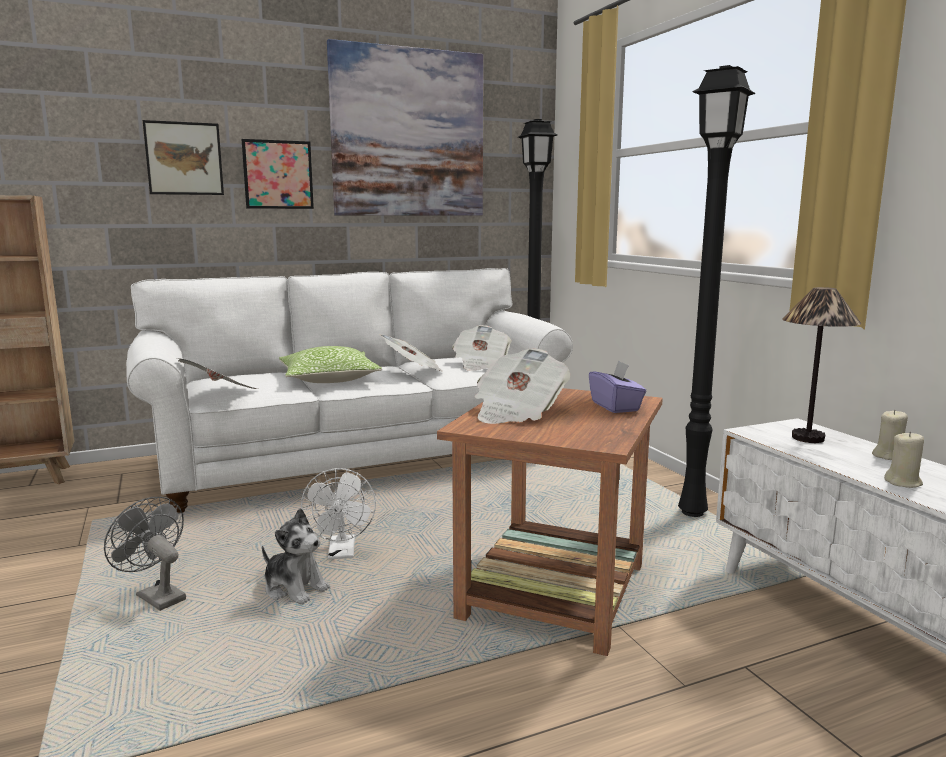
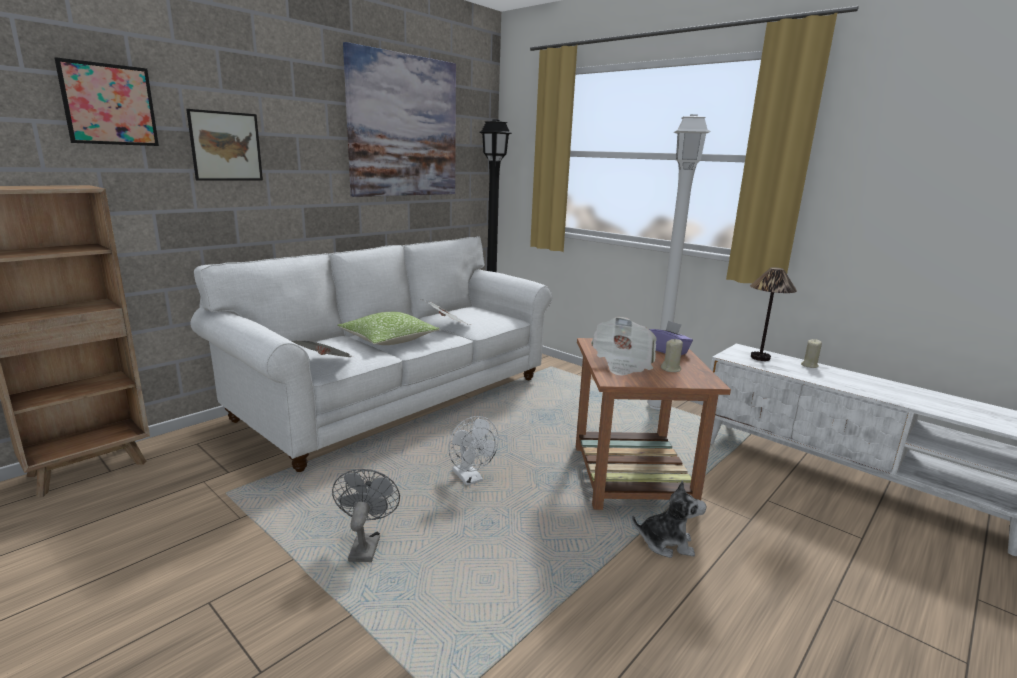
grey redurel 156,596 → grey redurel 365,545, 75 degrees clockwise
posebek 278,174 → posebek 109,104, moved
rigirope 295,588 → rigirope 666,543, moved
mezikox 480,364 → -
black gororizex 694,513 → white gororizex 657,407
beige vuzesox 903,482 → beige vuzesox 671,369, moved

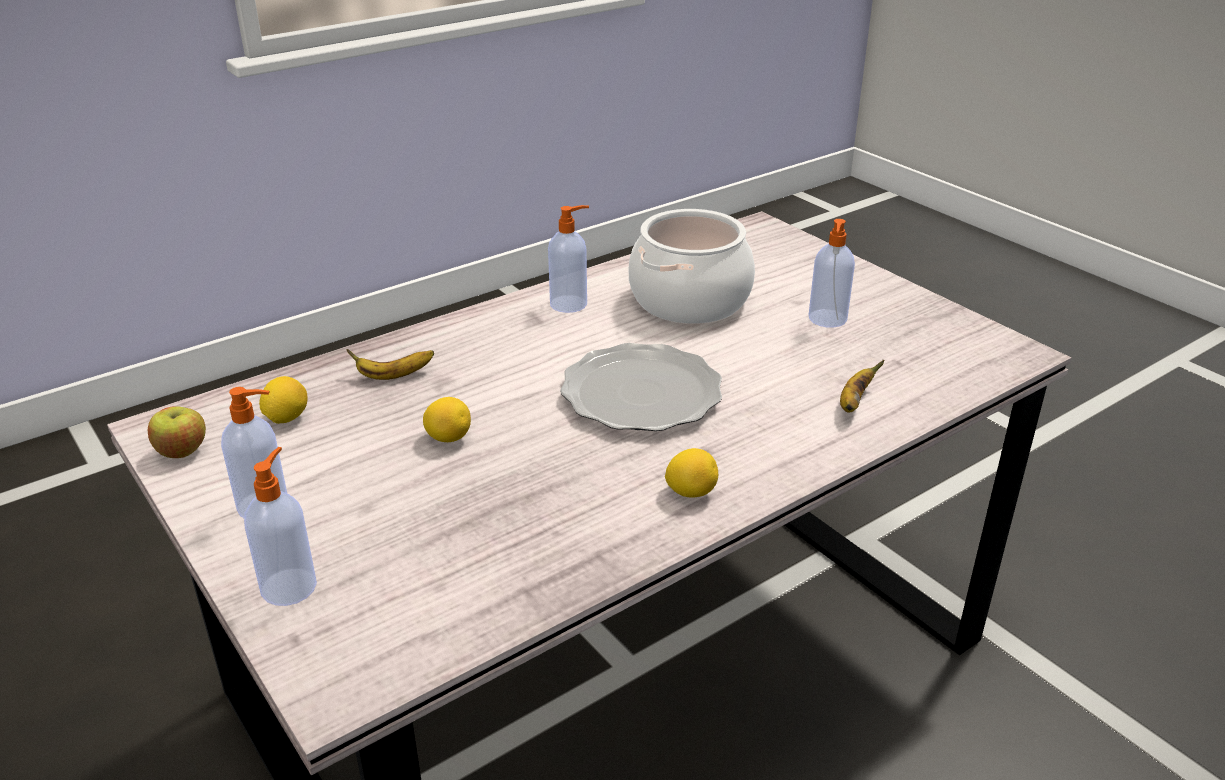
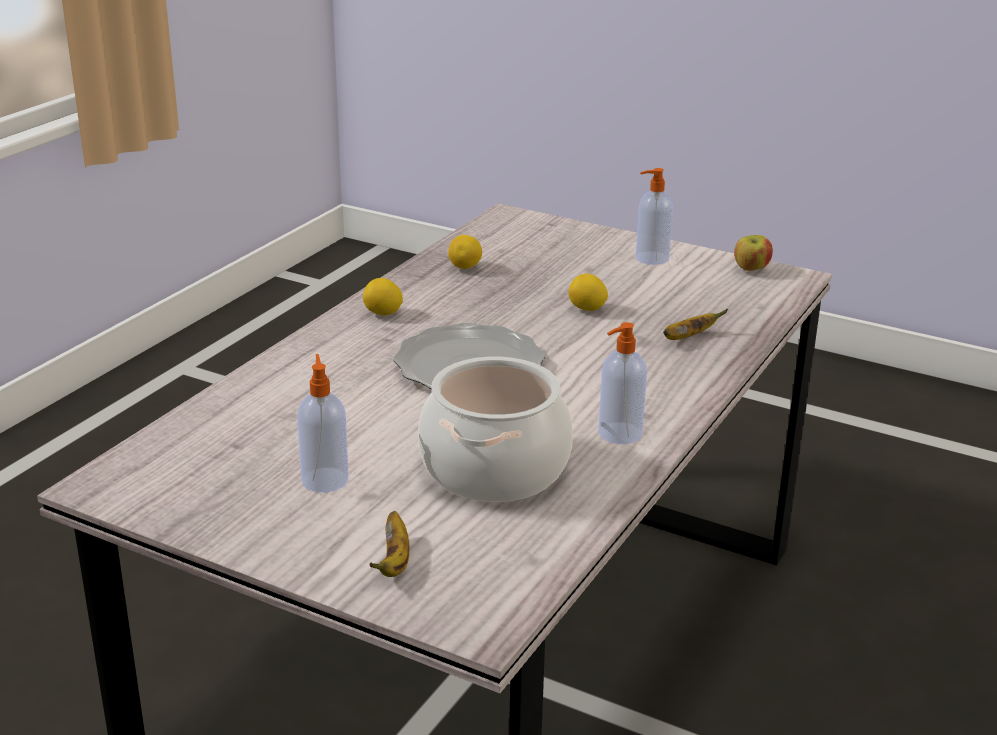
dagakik 290,586 → -
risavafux 286,418 → risavafux 465,267, moved
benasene 854,402 → benasene 394,561, moved

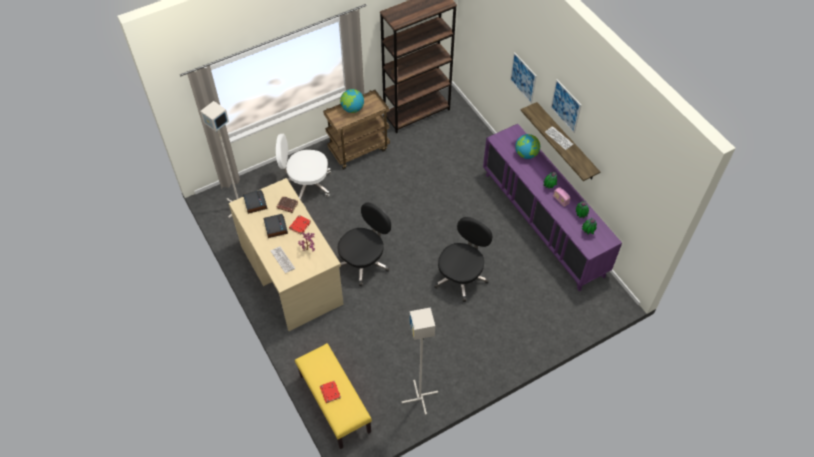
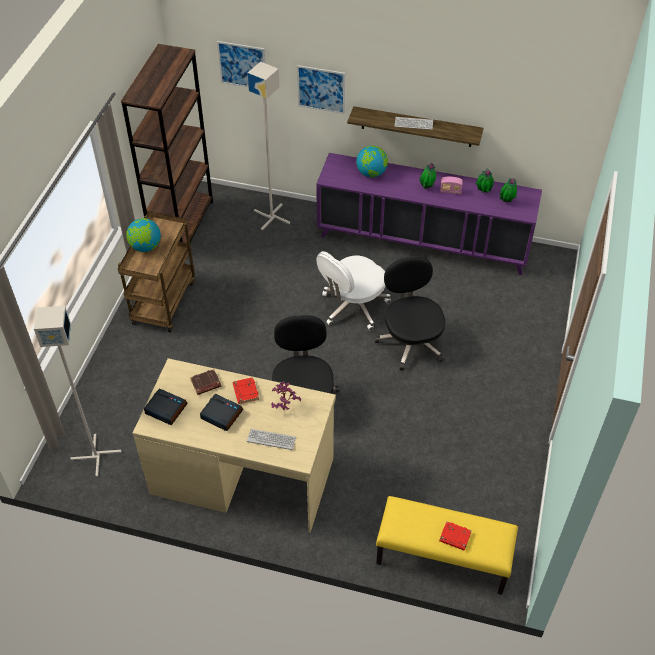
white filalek 306,184 → white filalek 353,307, moved
grey gororizex 420,397 → grey gororizex 272,217, moved
posebek 565,106 → posebek 242,65, moved

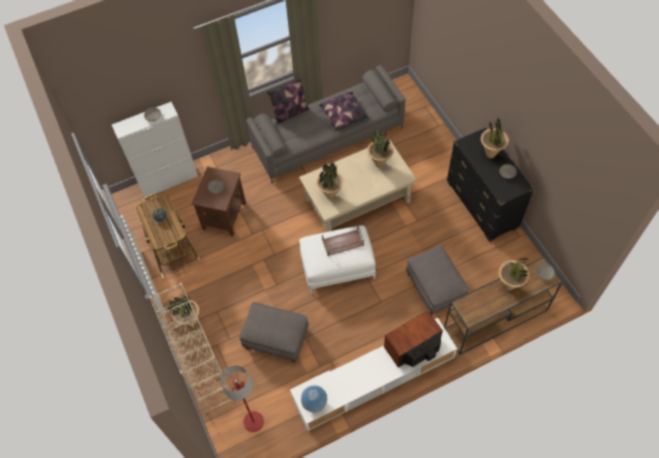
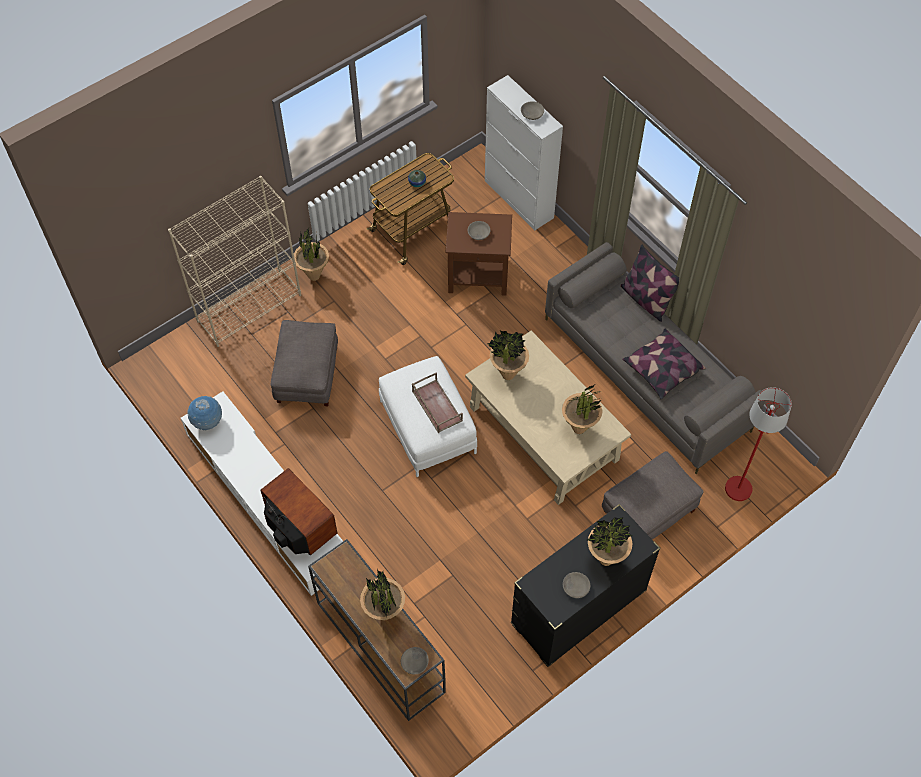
red gororizex 253,421 → red gororizex 738,488, moved
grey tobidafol 434,287 → grey tobidafol 648,510, moved

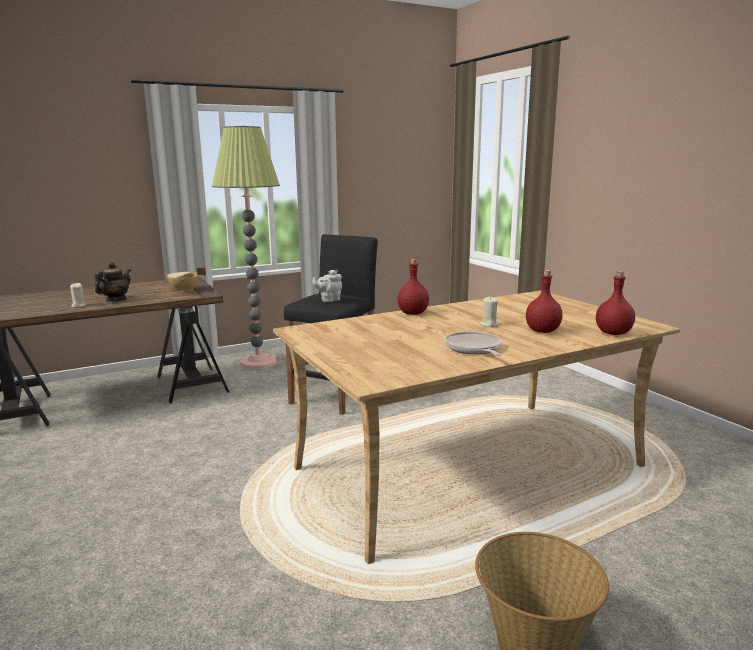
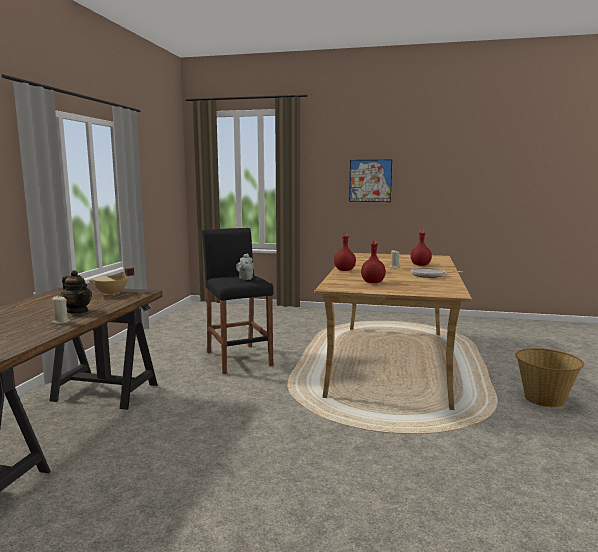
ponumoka 116,300 → ponumoka 77,311, 150 degrees clockwise
gororizex 258,363 → -
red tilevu 614,333 → red tilevu 373,282, moved
- → posebek 370,181

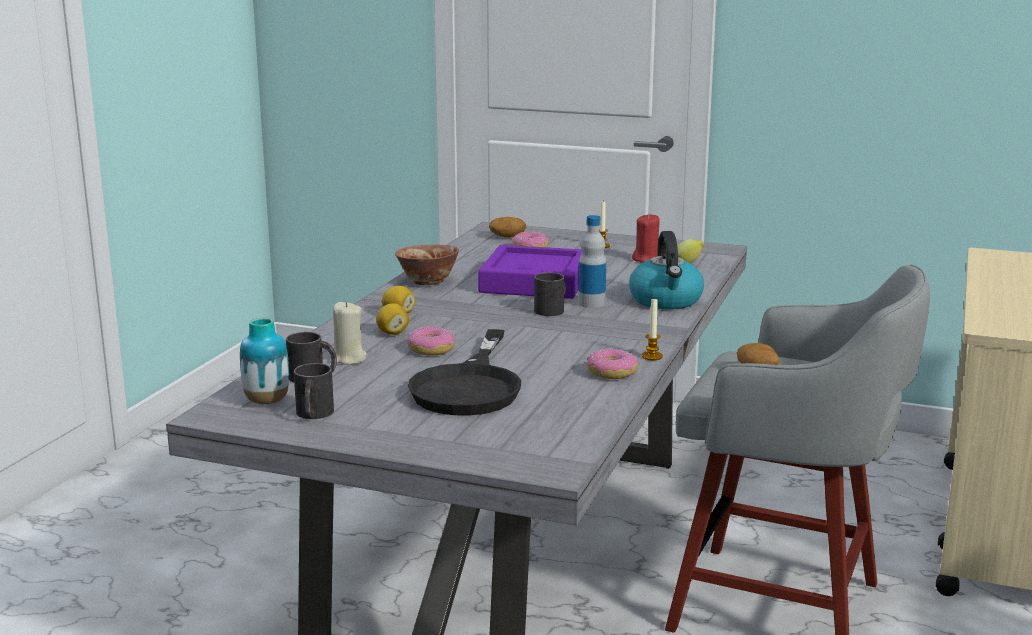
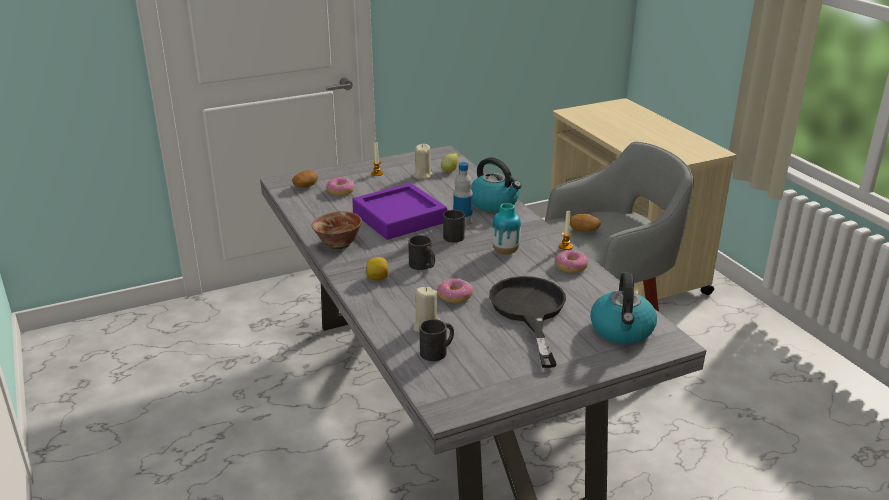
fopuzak 267,401 → fopuzak 505,252, moved
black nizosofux 313,415 → black nizosofux 423,266, moved
risavafux 392,333 → -
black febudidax 470,386 → black febudidax 529,311, 150 degrees counterclockwise
red vuzesox 646,259 → beige vuzesox 422,175
- → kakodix 622,330

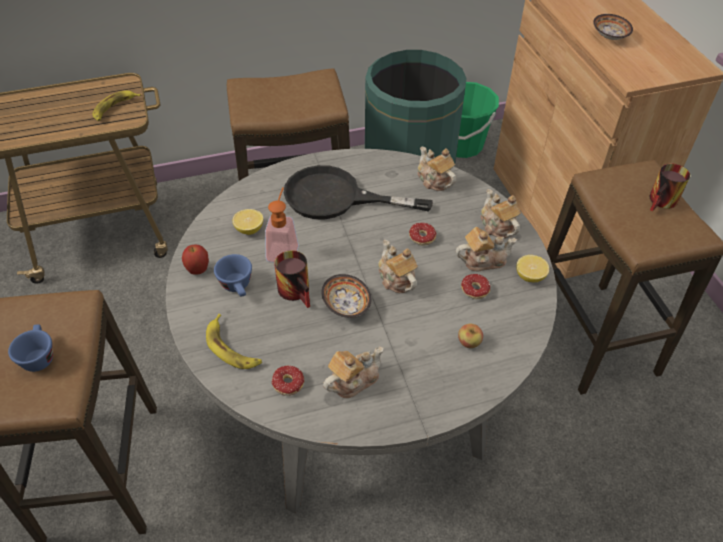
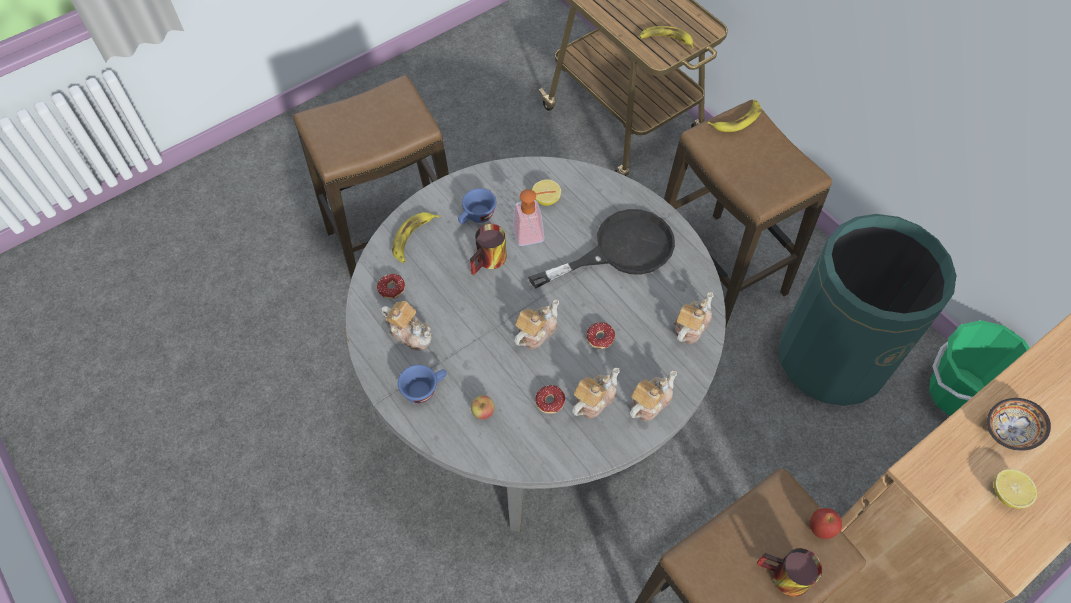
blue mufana 38,356 → blue mufana 424,389, moved
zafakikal 198,270 → zafakikal 819,529, moved
black febudidax 336,198 → black febudidax 620,250, 75 degrees clockwise
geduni 346,306 → -
ponumoka 483,260 → ponumoka 593,400, 105 degrees counterclockwise
risavafux 530,276 → risavafux 1007,494, moved
- → benasene 737,119

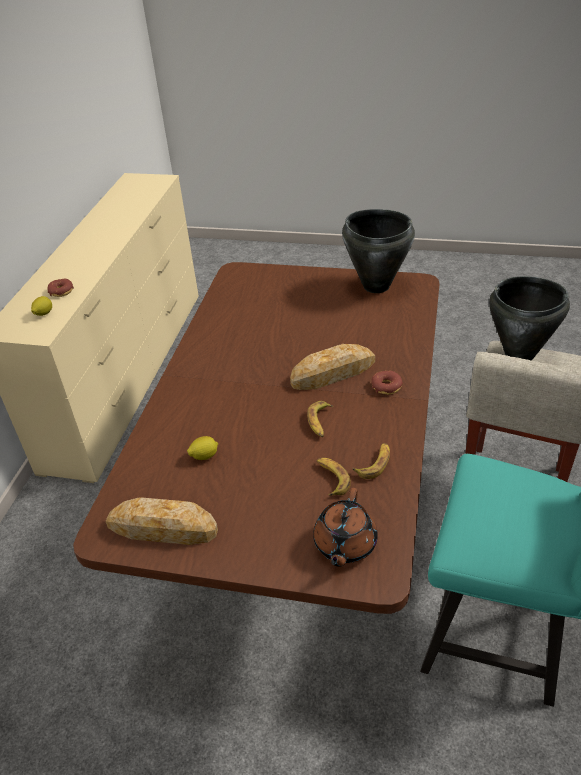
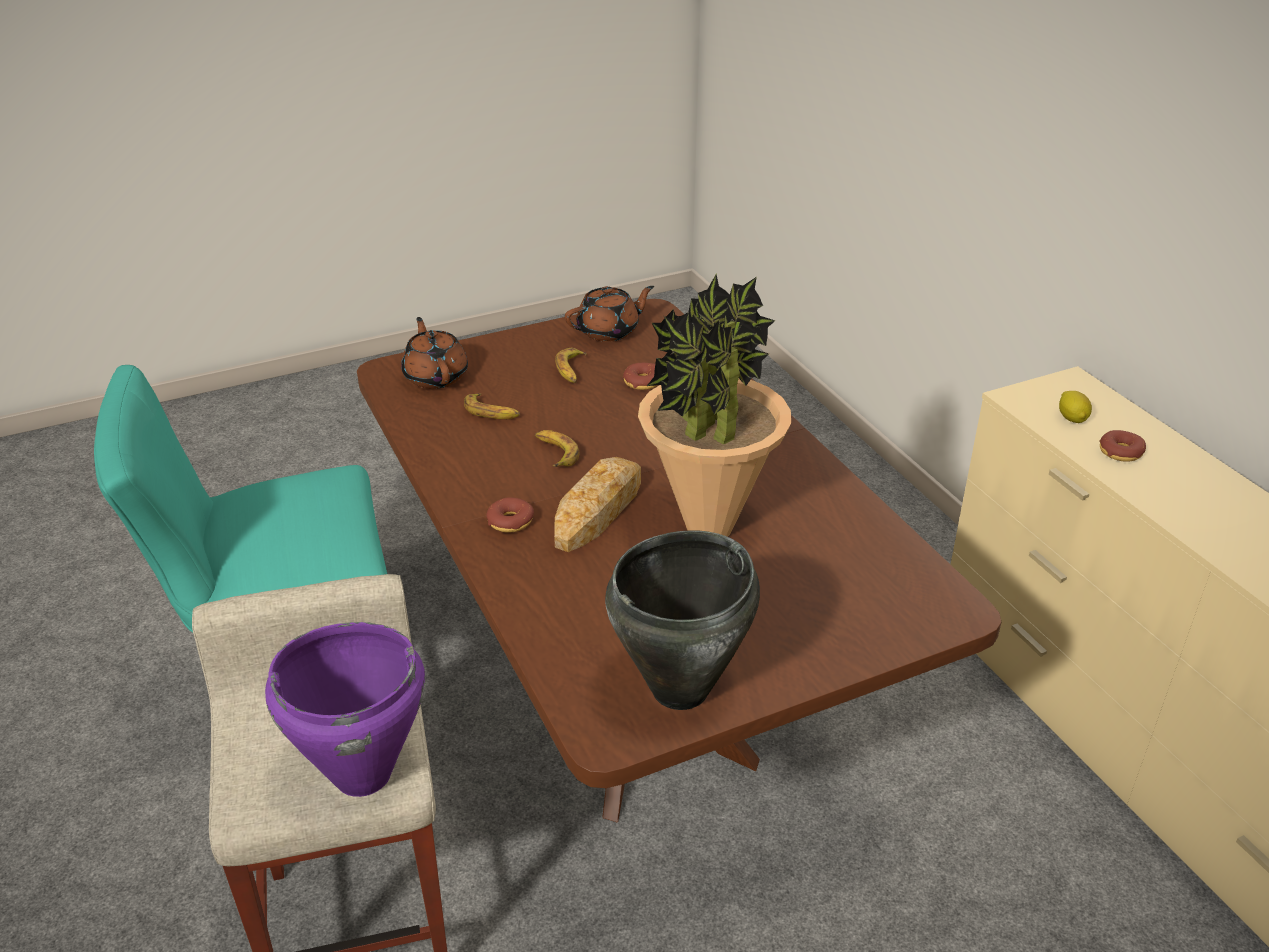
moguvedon 163,528 → brown ponumoka 609,331
risavafux 204,456 → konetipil 642,382
benasene 374,463 → benasene 571,370, moved
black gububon 519,355 → purple gububon 361,774
- → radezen 709,528

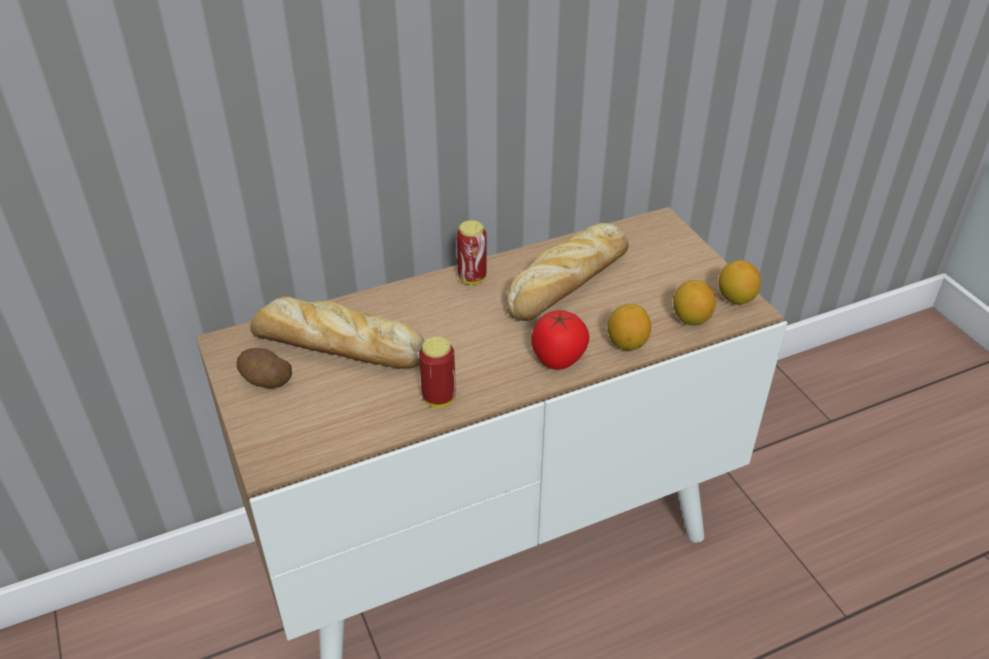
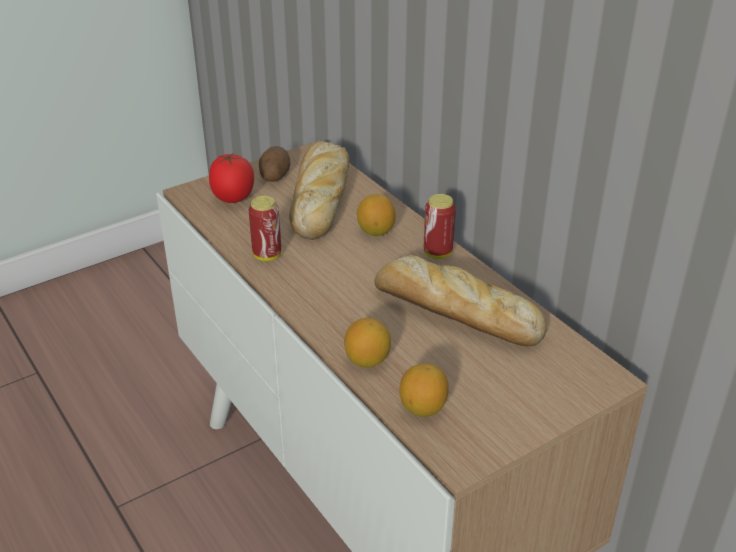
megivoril 558,360 → megivoril 233,199, moved
risavafux 735,298 → risavafux 375,231, moved

